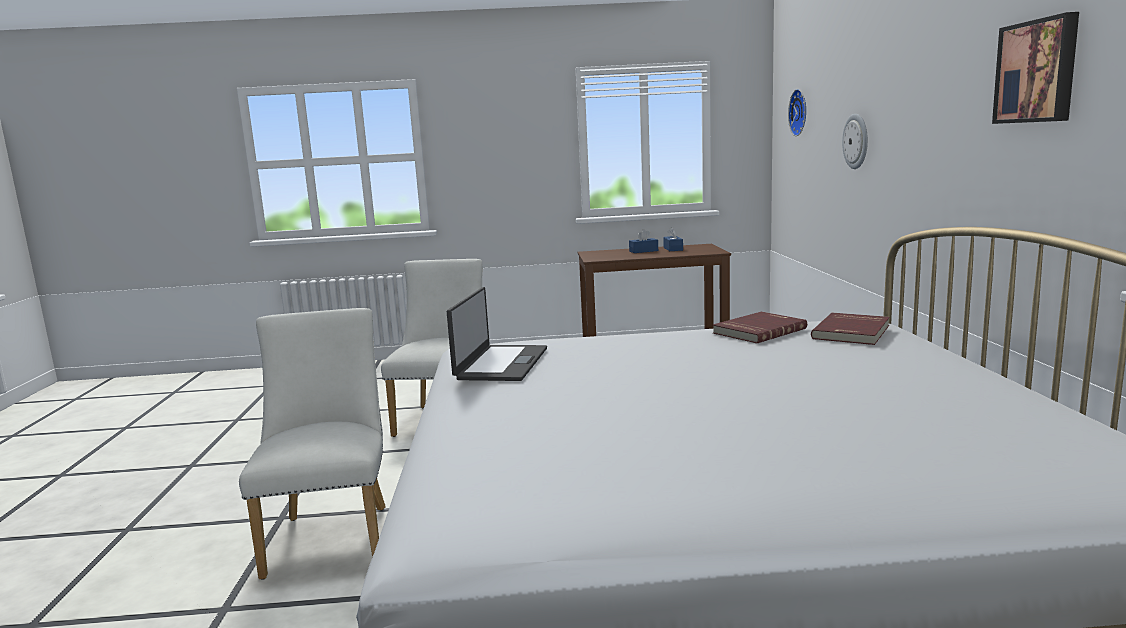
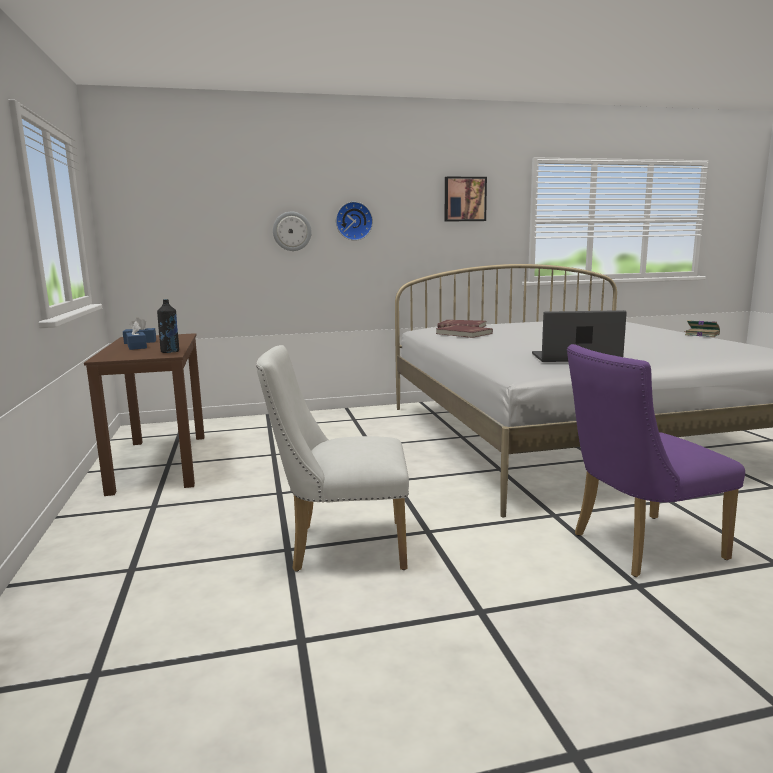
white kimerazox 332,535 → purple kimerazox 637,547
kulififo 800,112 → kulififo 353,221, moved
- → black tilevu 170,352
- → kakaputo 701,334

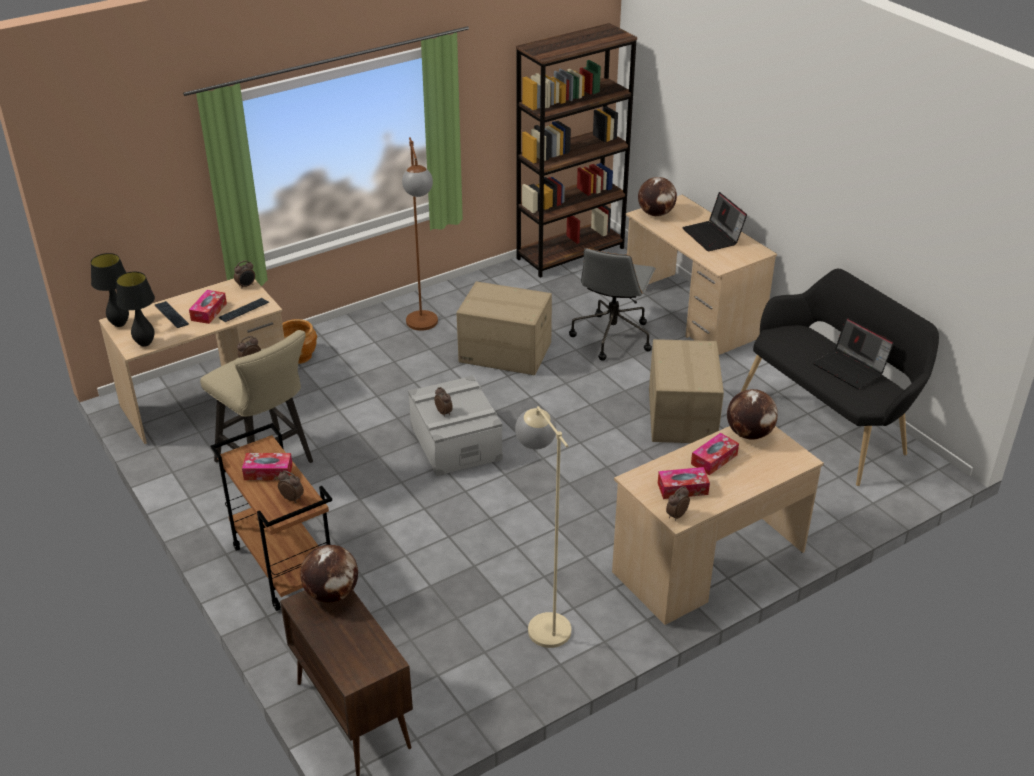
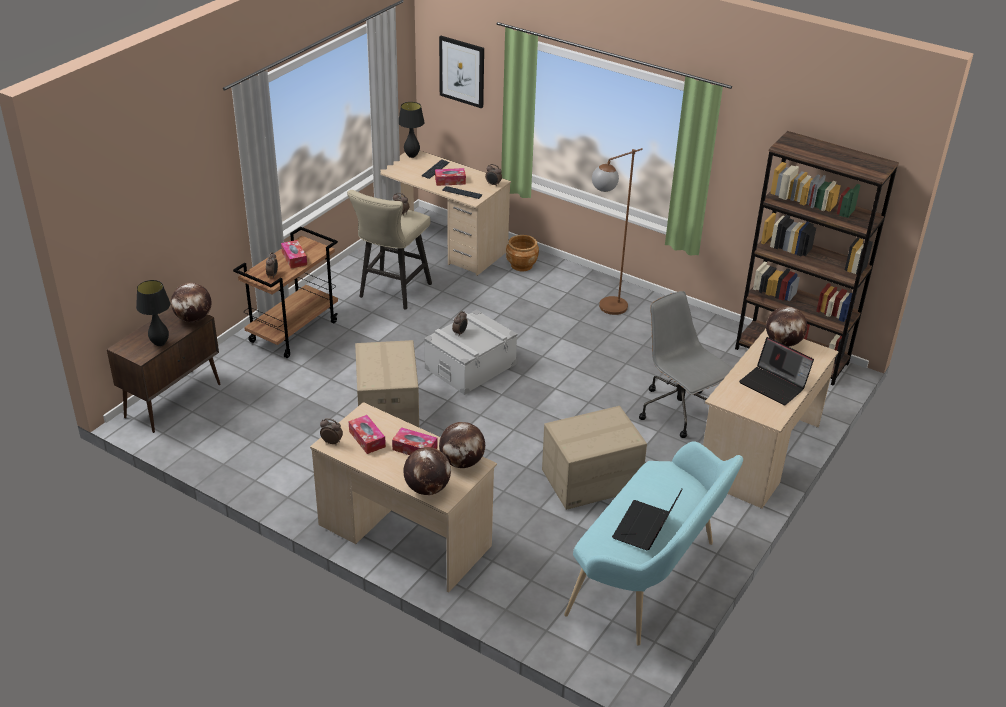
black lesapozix 145,343 → black lesapozix 160,343, moved
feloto 504,353 → feloto 387,410, moved
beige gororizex 542,620 → -
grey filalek 612,336 → grey filalek 679,412, 60 degrees clockwise
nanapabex 713,236 → nanapabex 774,385, 90 degrees counterclockwise
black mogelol 828,424 → turquoise mogelol 649,580
- → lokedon 427,488
- → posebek 462,71

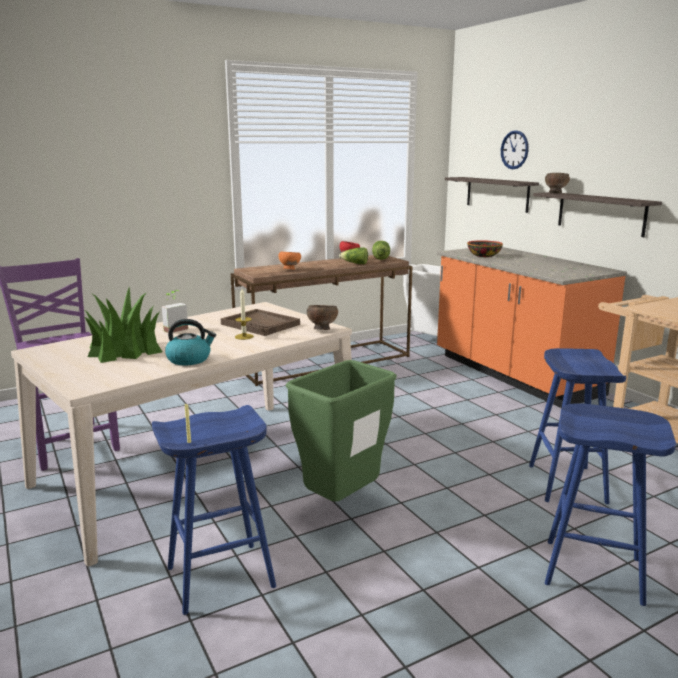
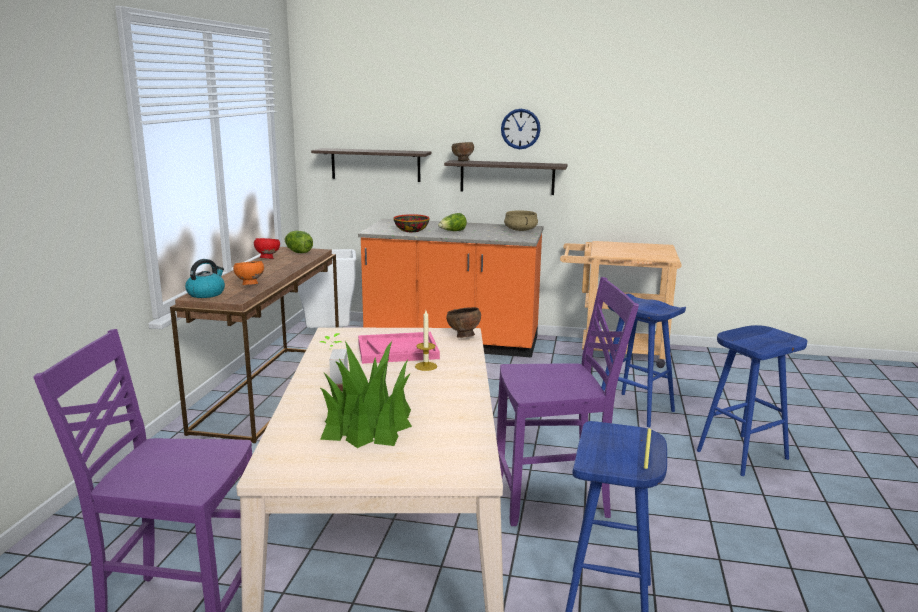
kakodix 189,359 → kakodix 206,293, moved
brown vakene 260,324 → pink vakene 398,350
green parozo 341,502 → purple kimerazox 554,499
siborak 355,264 → siborak 452,231, moved
kulififo 514,150 → kulififo 520,129, moved
- → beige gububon 520,230

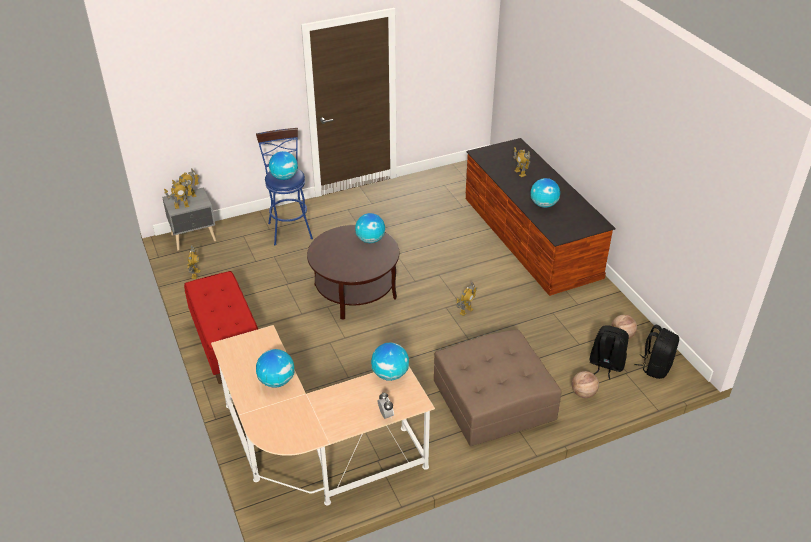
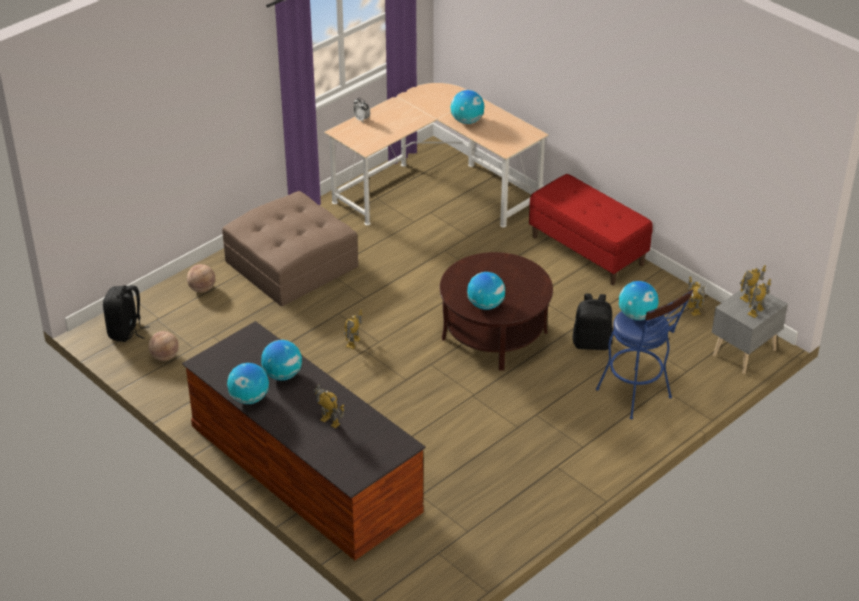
lokedon 390,374 → lokedon 249,398, moved
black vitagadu 605,365 → black vitagadu 592,343, moved

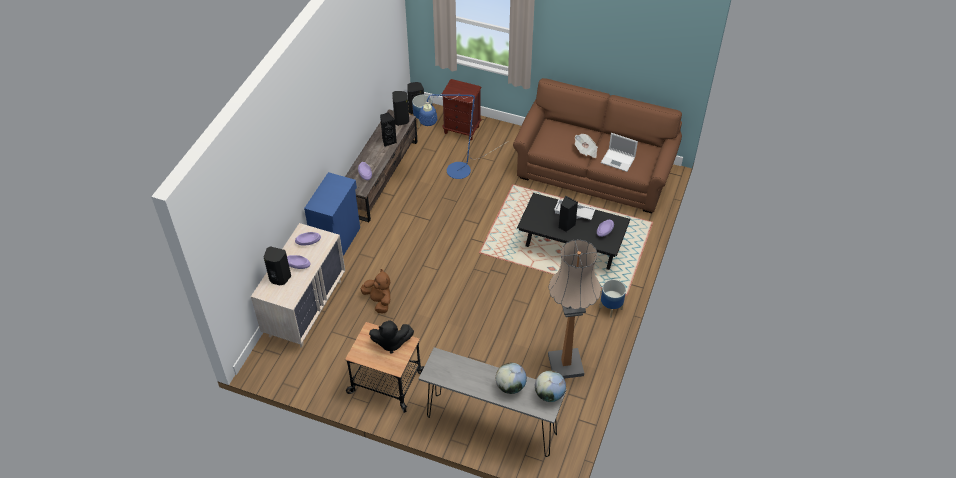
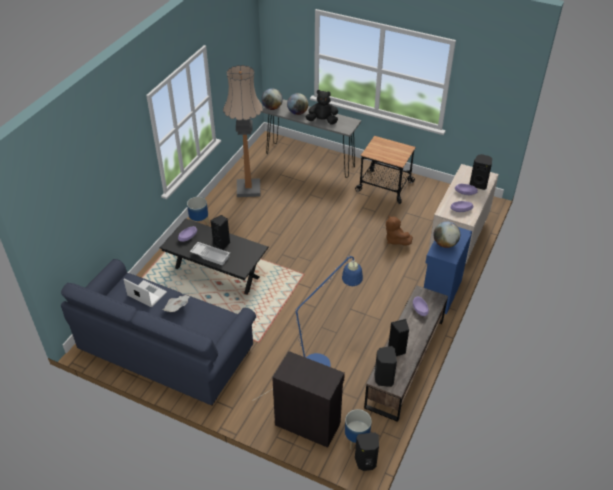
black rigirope 391,343 → black rigirope 322,121, moved
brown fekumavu 461,129 → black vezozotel 308,422
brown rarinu 594,173 → blue rarinu 166,349
- → lokedon 445,244

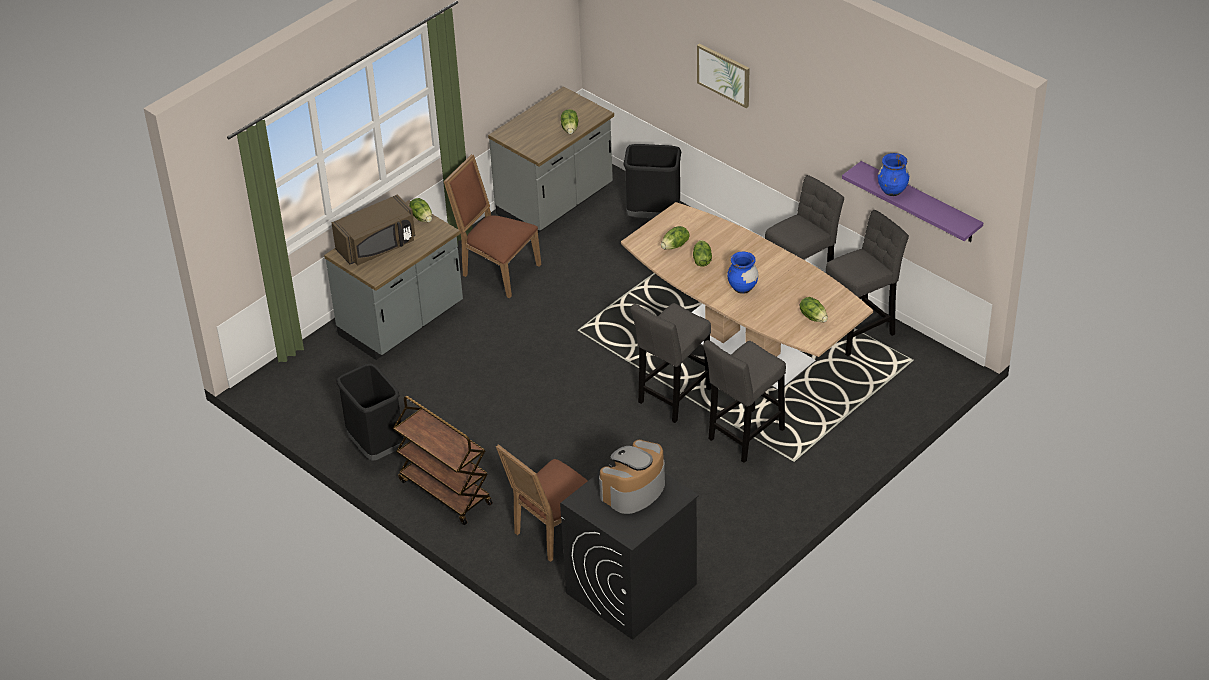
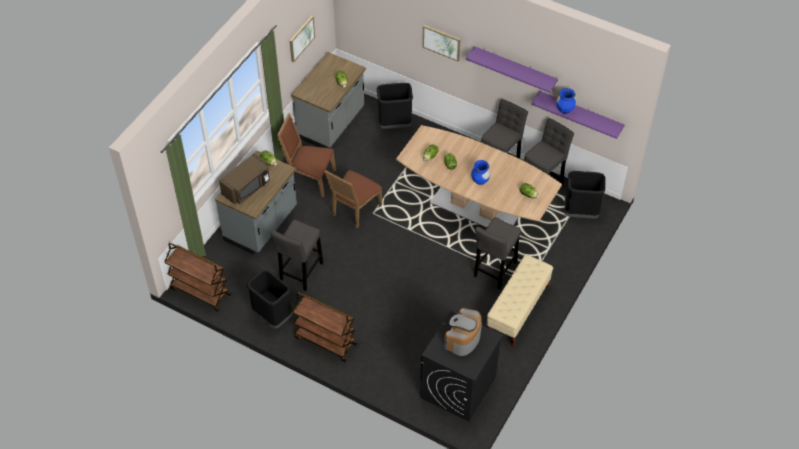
brown kimerazox 553,532 → brown kimerazox 354,211, moved
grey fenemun 672,398 → grey fenemun 300,273, moved
- → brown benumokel 200,291
- → posebek 301,38
- → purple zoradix 515,69
- → beige mogelol 517,311
- → black parozo 581,212

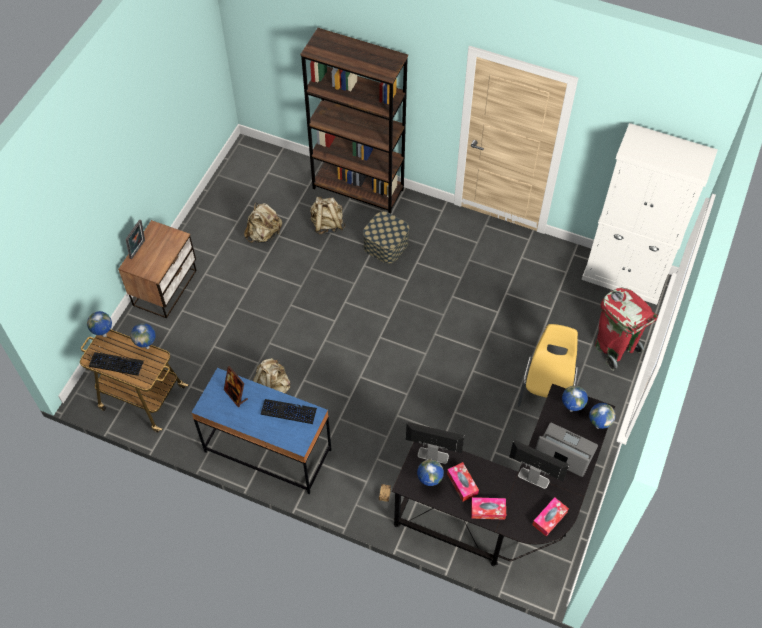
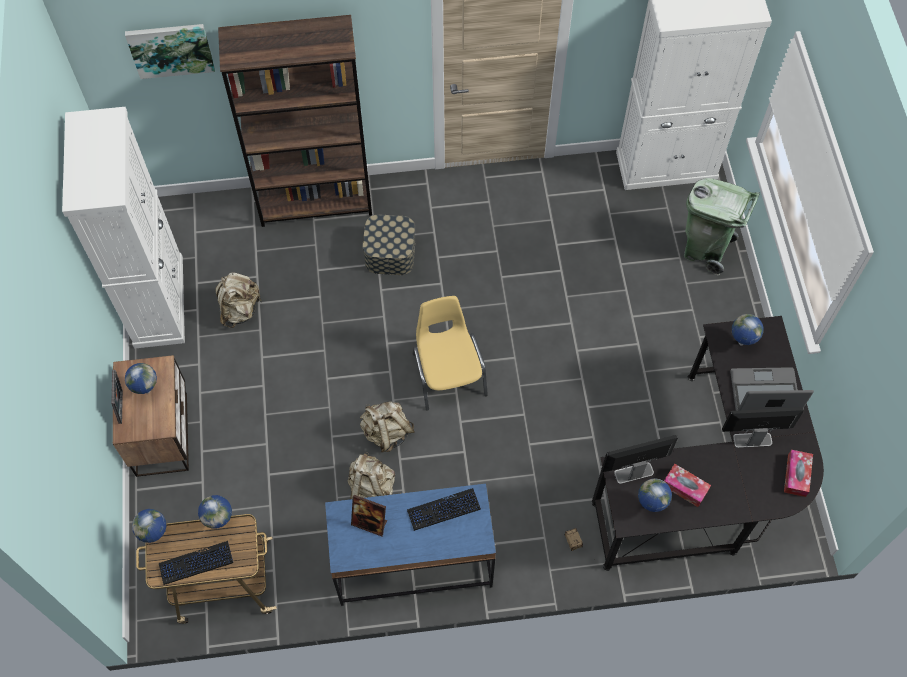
beige vitagadu 327,224 → beige vitagadu 387,432, moved
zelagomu 488,510 → -
yellow kimerazox 547,388 → yellow kimerazox 448,373, moved
lokedon 597,426 → lokedon 147,391, moved
red parozo 615,348 → green parozo 705,249
- → white vezozotel 159,301
- → posebek 171,49

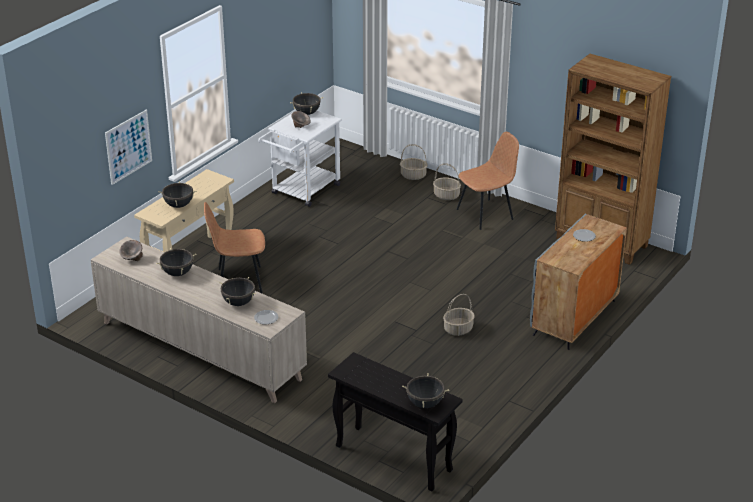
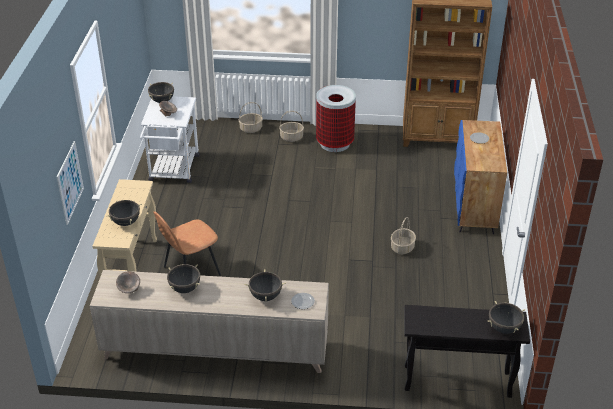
brown kimerazox 486,214 → parozo 335,143
grey vezozotel 574,318 → blue vezozotel 474,206

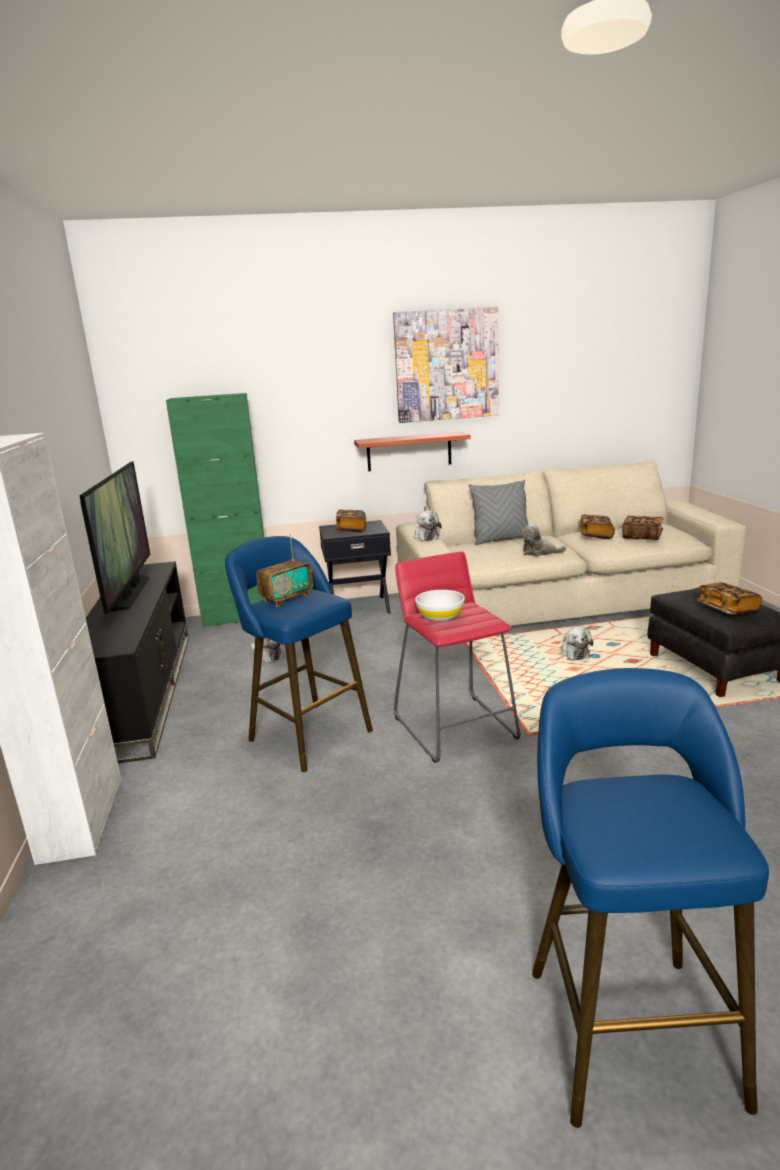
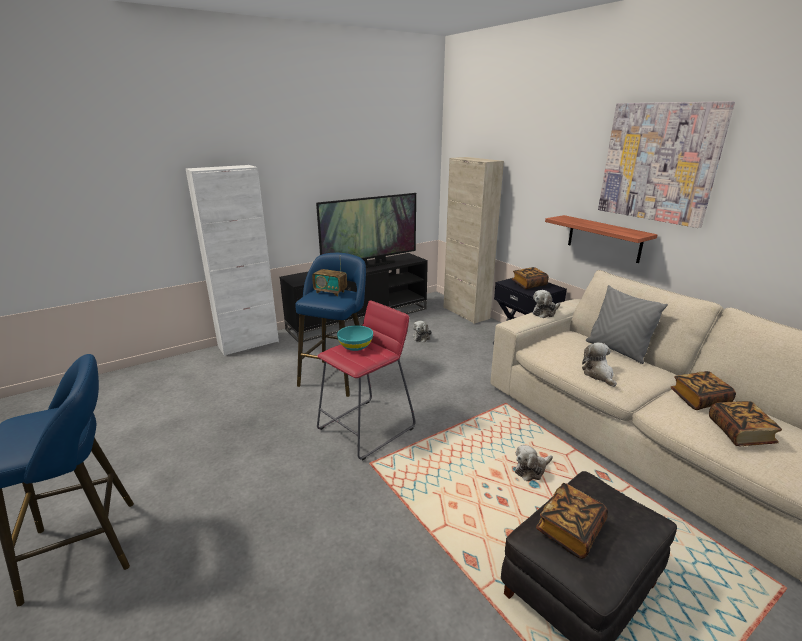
green vezozotel 238,617 → beige vezozotel 466,313
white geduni 440,617 → turquoise geduni 355,346

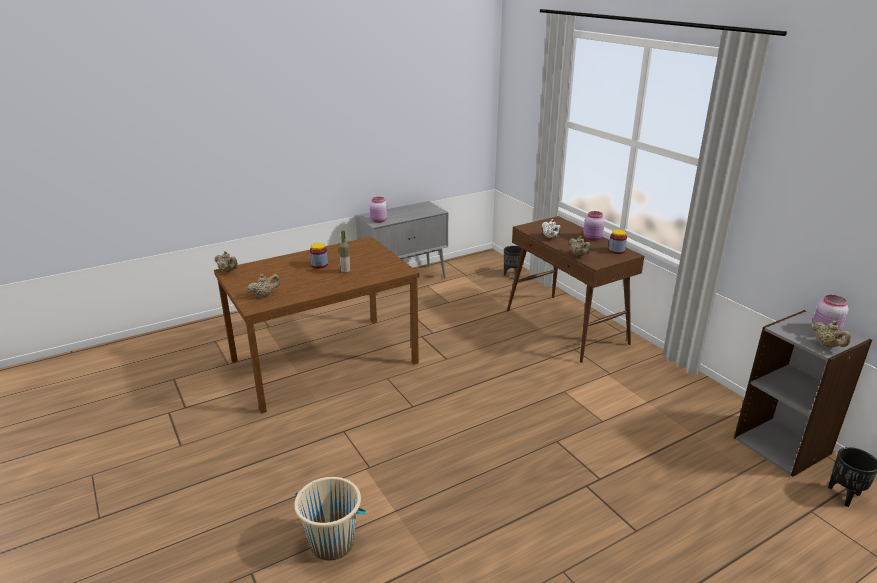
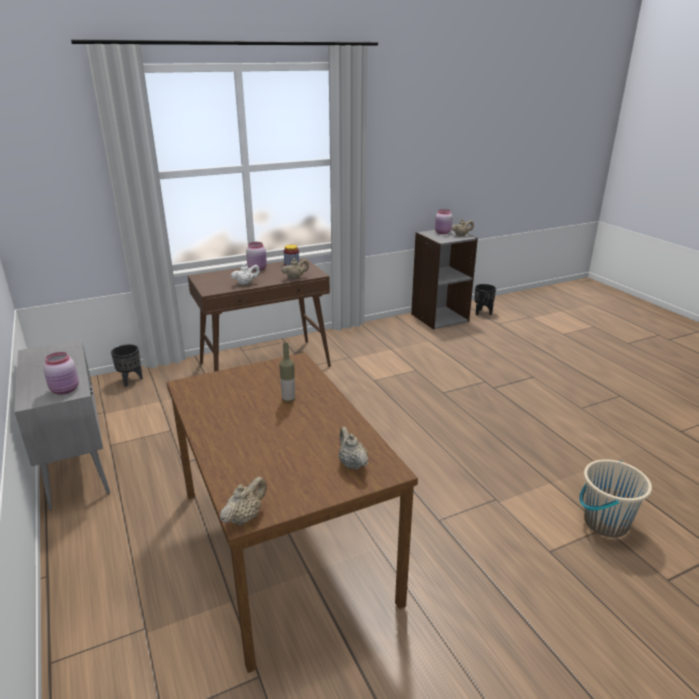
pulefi 319,265 → -

